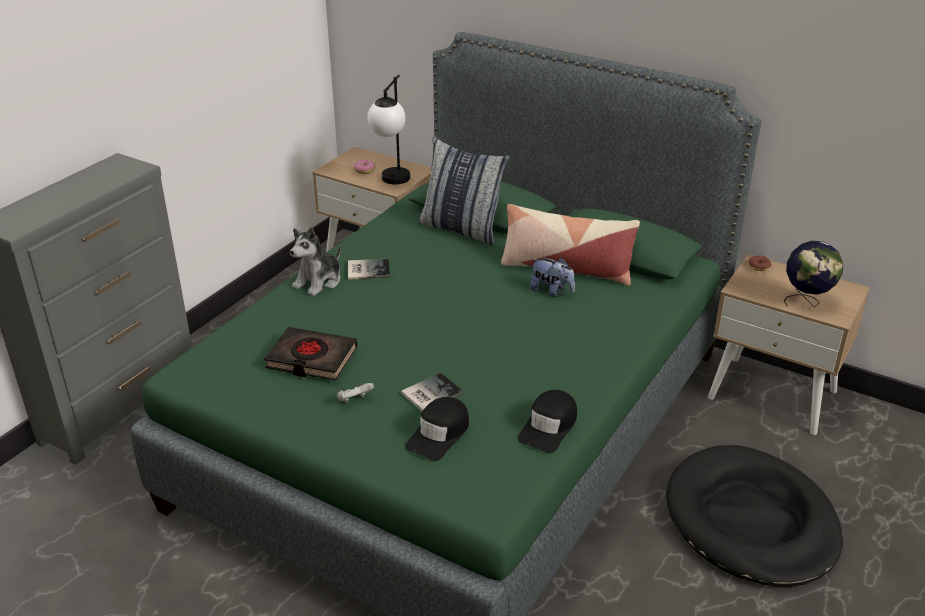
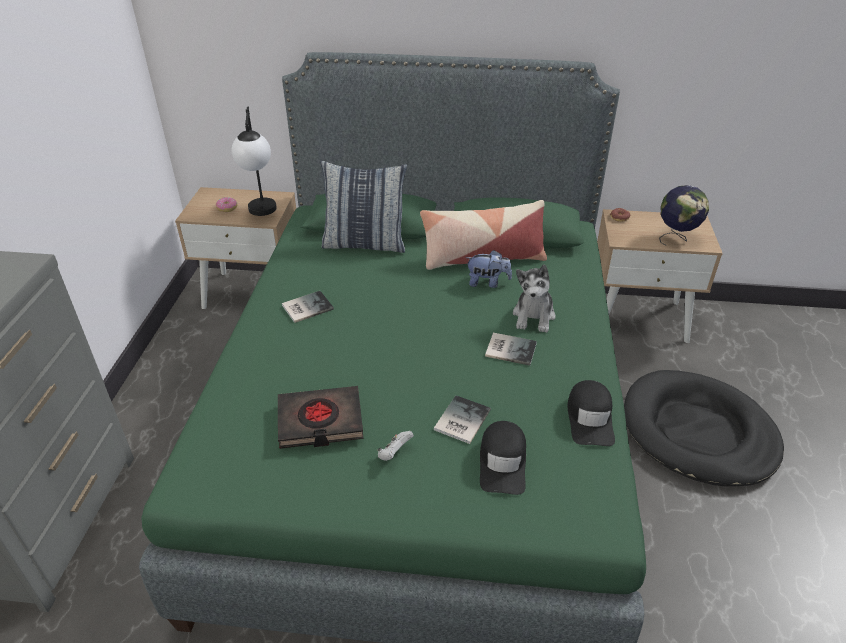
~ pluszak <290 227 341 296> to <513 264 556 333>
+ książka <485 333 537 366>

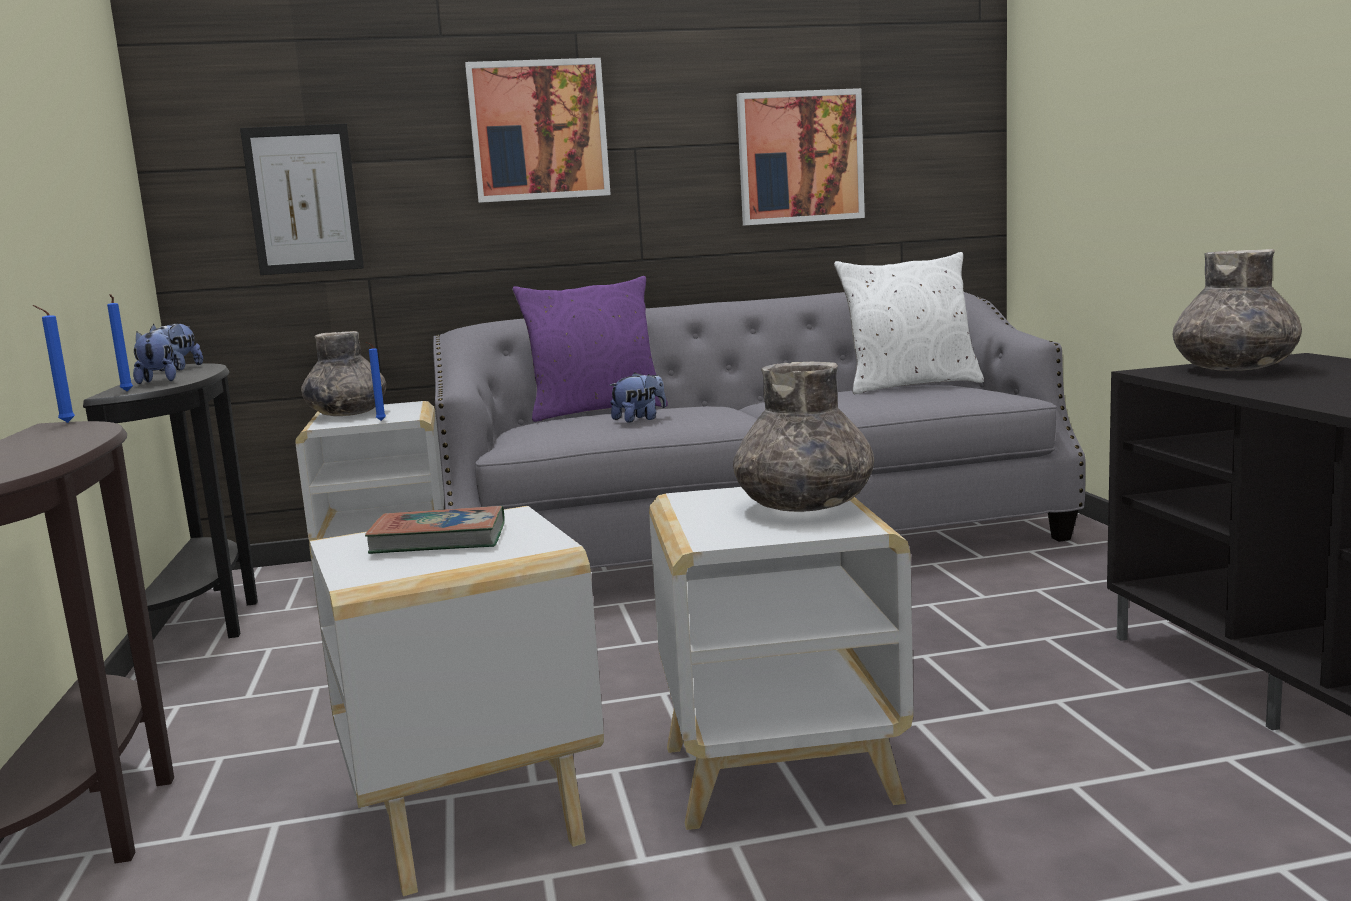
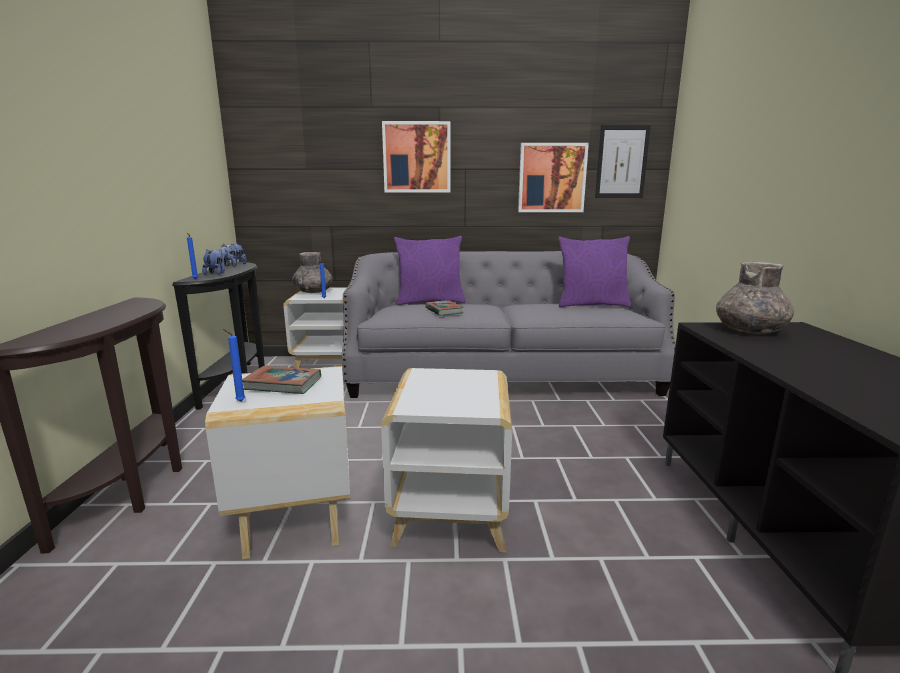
~ świeca [niebieski] <33 305 75 423> to <223 329 245 402>
~ obraz <240 124 364 275> to <595 125 651 198>
~ pluszak <609 372 666 423> to książka <425 300 464 316>
- wazon [szary] <733 362 874 512>
~ poduszka [biały] <834 252 984 394> to poduszka [fioletowy] <558 236 632 307>

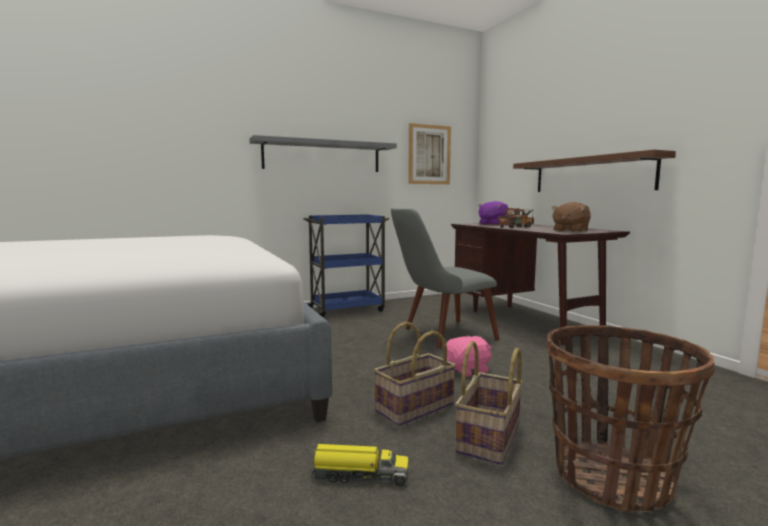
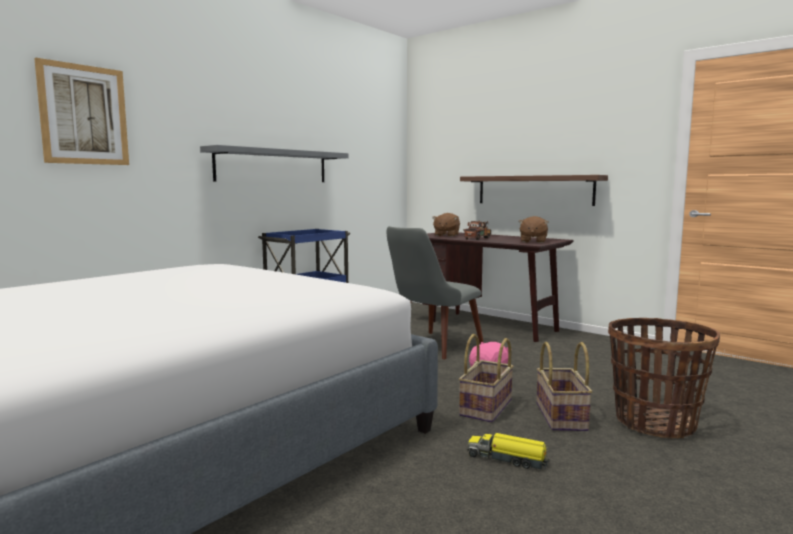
~ ciężarówka zabawkowa <311 444 408 486> = <467 433 550 469> 135 degrees counterclockwise
~ obraz <408 123 451 184> to <34 58 129 165>
~ pluszak [fioletowy] <478 201 508 225> to pluszak [brązowy] <432 213 460 237>

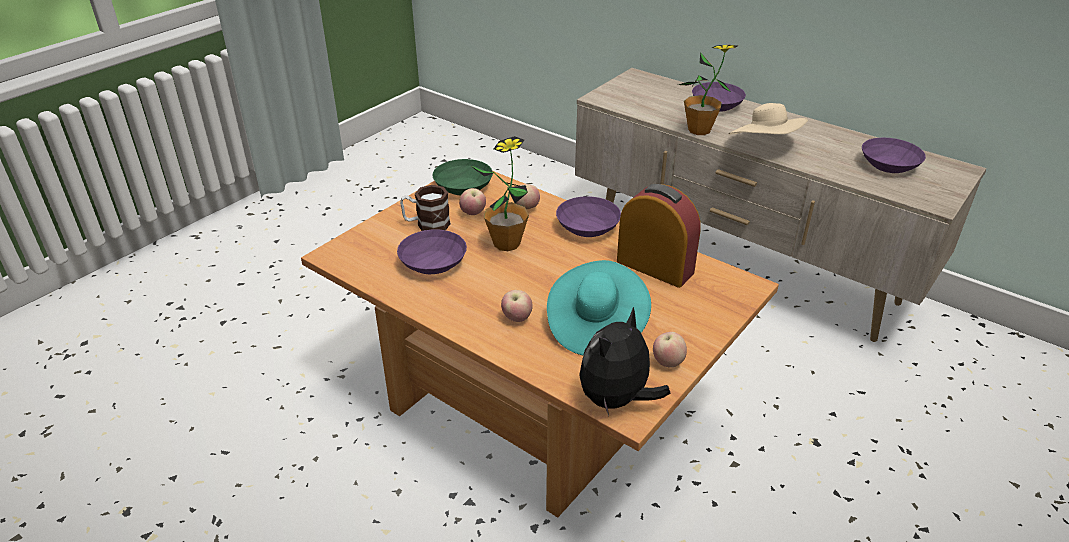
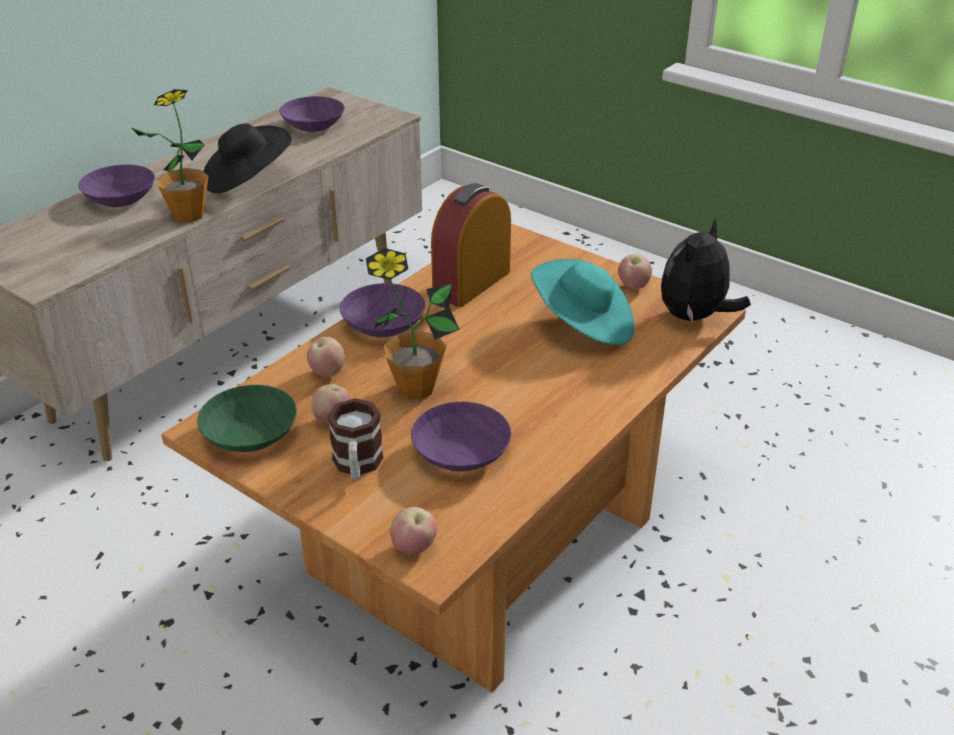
~ jabłko <501 290 533 322> to <390 507 437 555>
~ pluszak <579 307 670 416> = <661 219 751 323> 90 degrees clockwise
~ kapelusz [beżowy] <728 103 808 135> to kapelusz [czarny] <203 123 292 193>

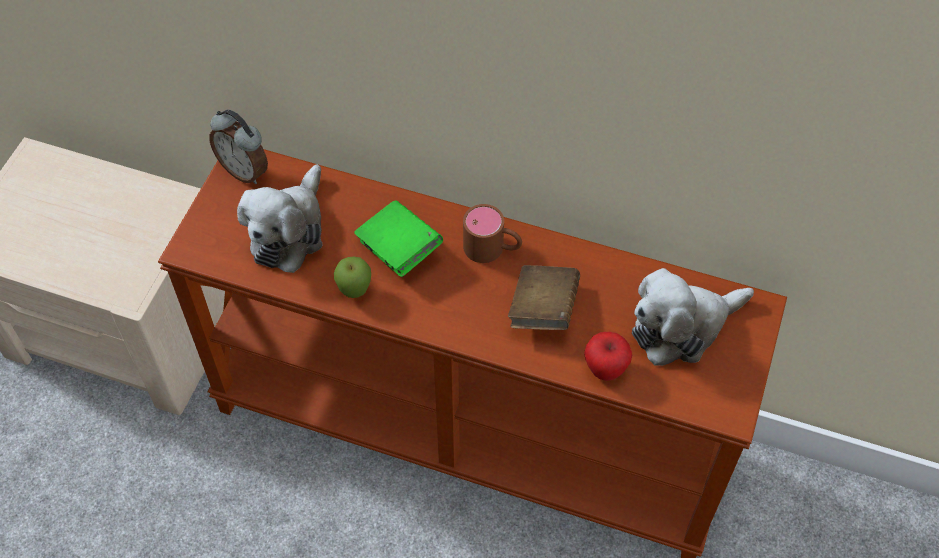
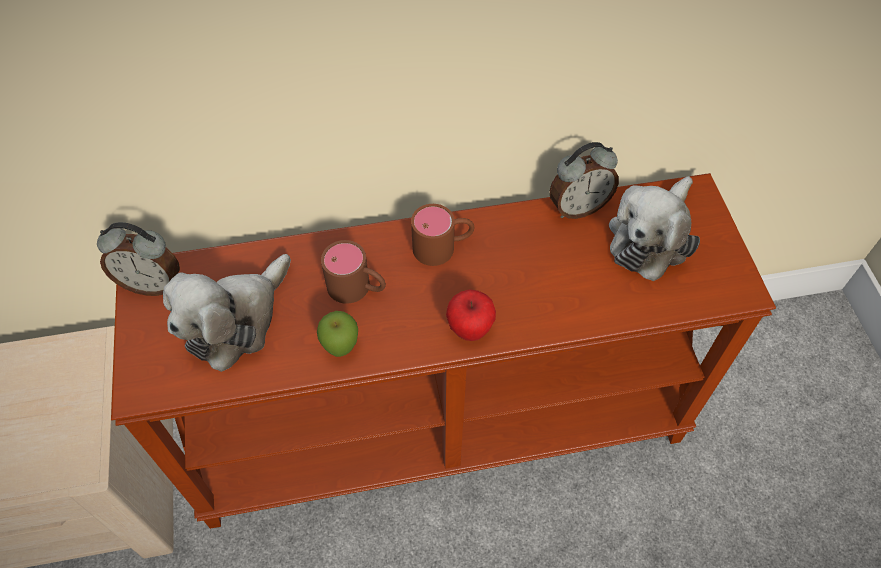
~ pluszak <237 164 322 273> = <163 254 291 372> 45 degrees clockwise
~ książka [zielony] <354 200 443 277> to kubek [brązowy] <321 240 386 304>
- książka [brązowy] <508 265 580 330>
~ jabłko <584 332 632 381> to <446 289 496 341>
+ budzik <549 142 619 219>

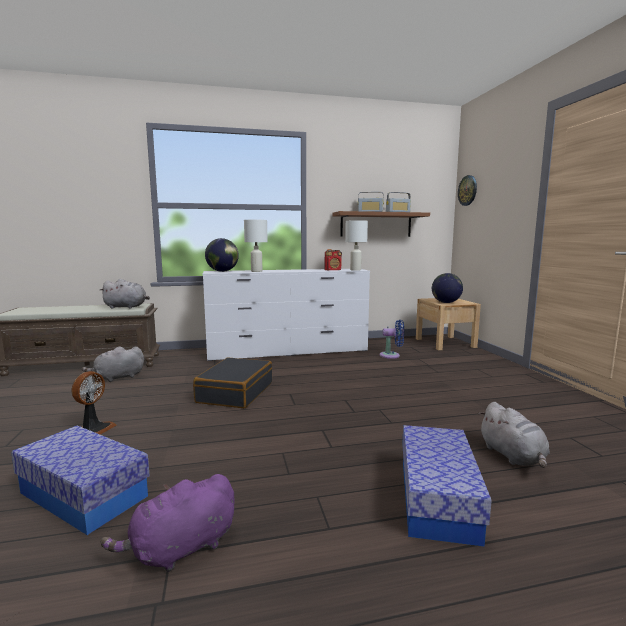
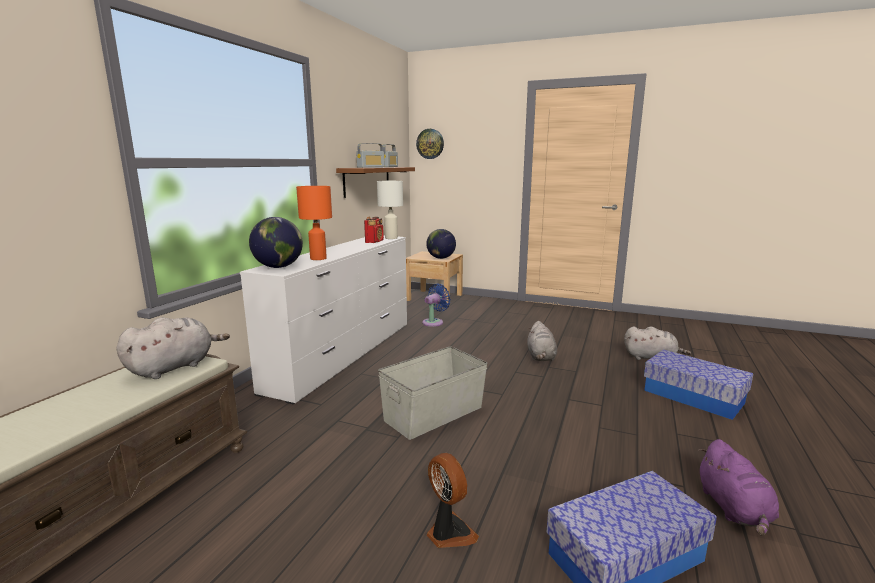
~ pluszak [szary] <82 346 144 382> to <527 321 557 361>
~ walizka [czarny] <193 357 272 408> to pojemnik do przechowywania [szary] <378 346 488 440>
~ lampa stołowa [biały] <244 220 268 272> to lampa stołowa [pomarańczowy] <296 186 332 260>

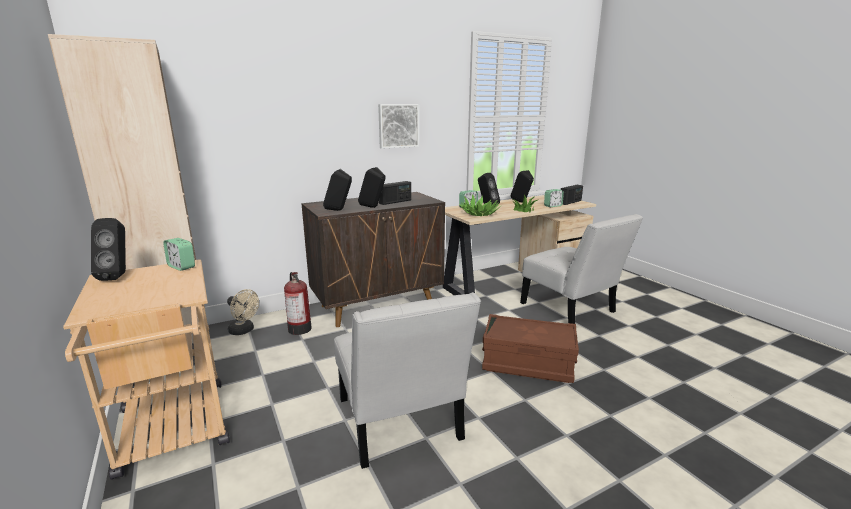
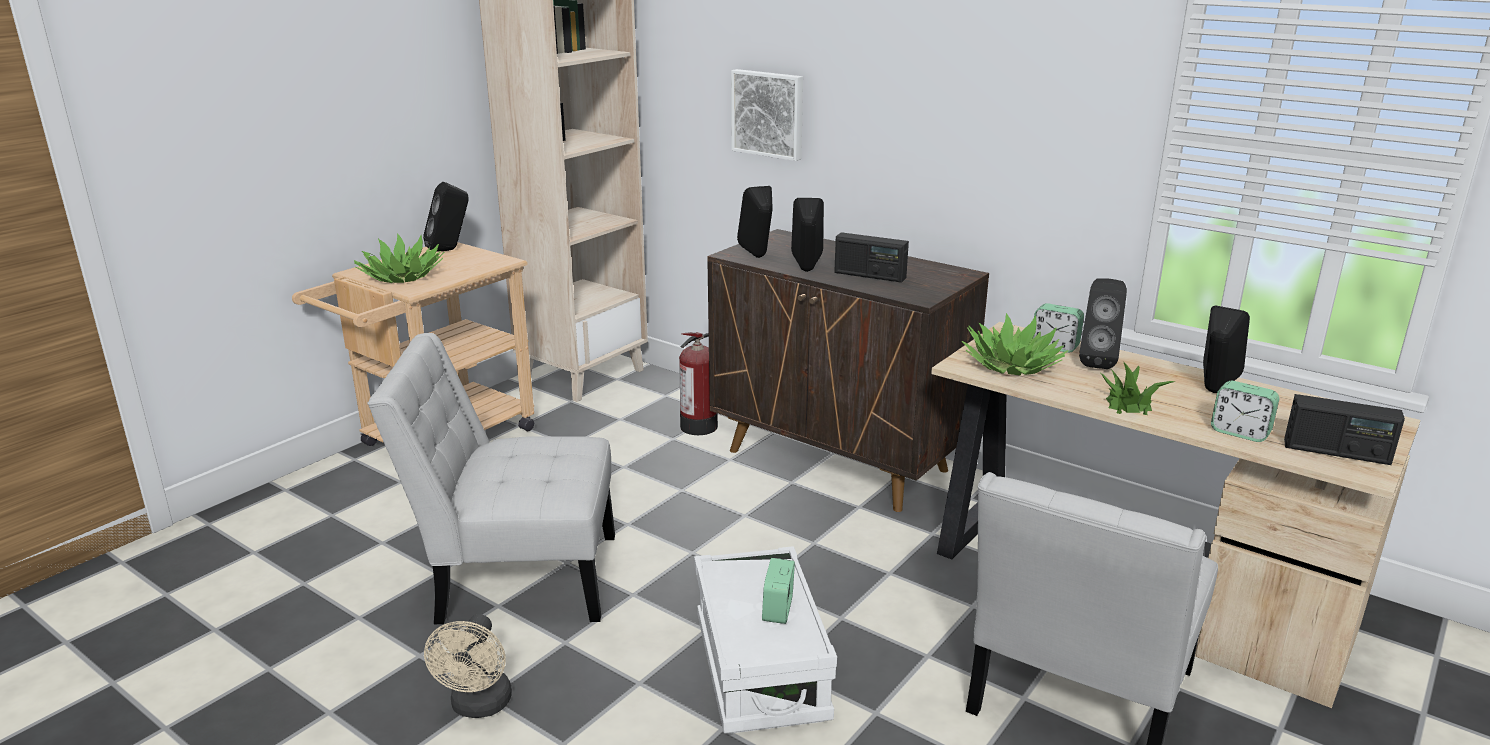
~ budzik <163 238 195 271> to <762 558 795 624>
~ wentylator [beżowy] <227 289 259 335> to <424 614 512 718>
~ krzesło [biały] <334 292 481 469> = <368 333 615 624> 45 degrees clockwise
~ obraz <378 104 419 148> to <731 69 803 161>
~ pojemnik do przechowywania [brązowy] <482 314 579 383> to pojemnik do przechowywania [biały] <694 546 837 734>
+ roślina doniczkowa <354 233 444 283>

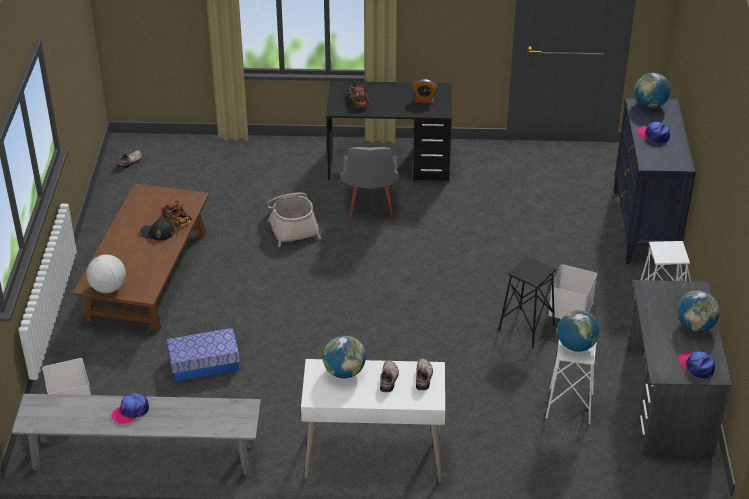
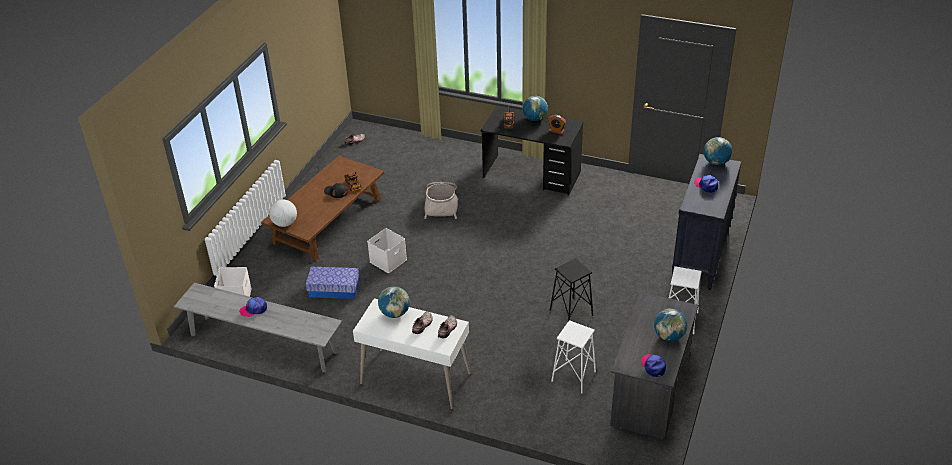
- krzesło [szary] <341 147 399 218>
~ pojemnik do przechowywania [biały] <548 264 597 319> to <367 228 407 273>
~ globus <557 310 599 352> to <523 96 548 121>

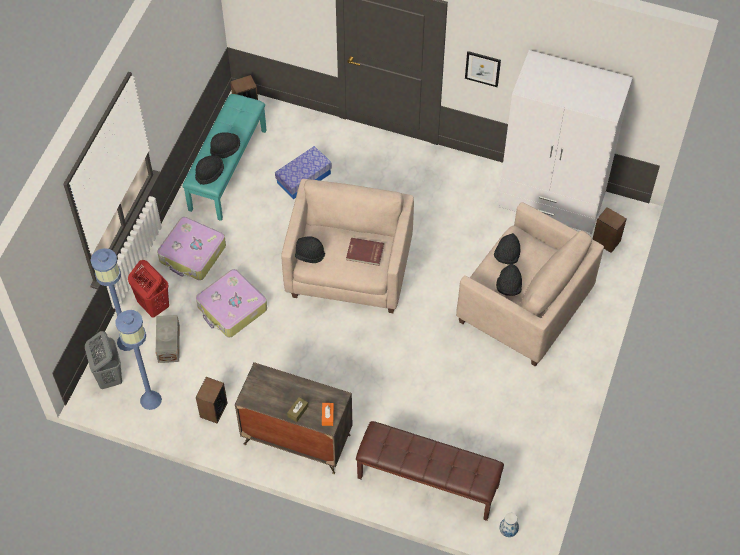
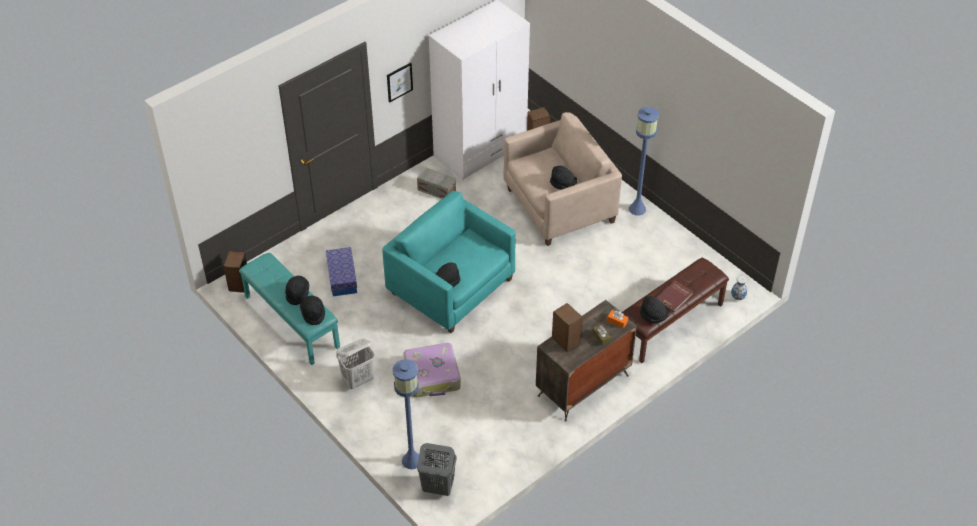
~ lampa stojąca [niebieski] <116 310 162 410> to <629 107 659 215>
- kosz na pranie [czerwony] <128 260 169 318>
~ pojemnik do przechowywania [szary] <156 315 180 363> to <417 167 456 199>
~ walizka <157 217 226 280> to kosz na pranie [biały] <336 338 375 389>
~ głośnik <196 377 227 423> to <552 303 583 352>
~ fotel [beżowy] <281 179 414 313> to fotel [turkusowy] <382 191 516 333>
~ książka [czerwony] <346 238 384 266> to <657 281 693 312>
~ kapelusz [czarny] <494 233 521 265> to <640 296 669 323>

